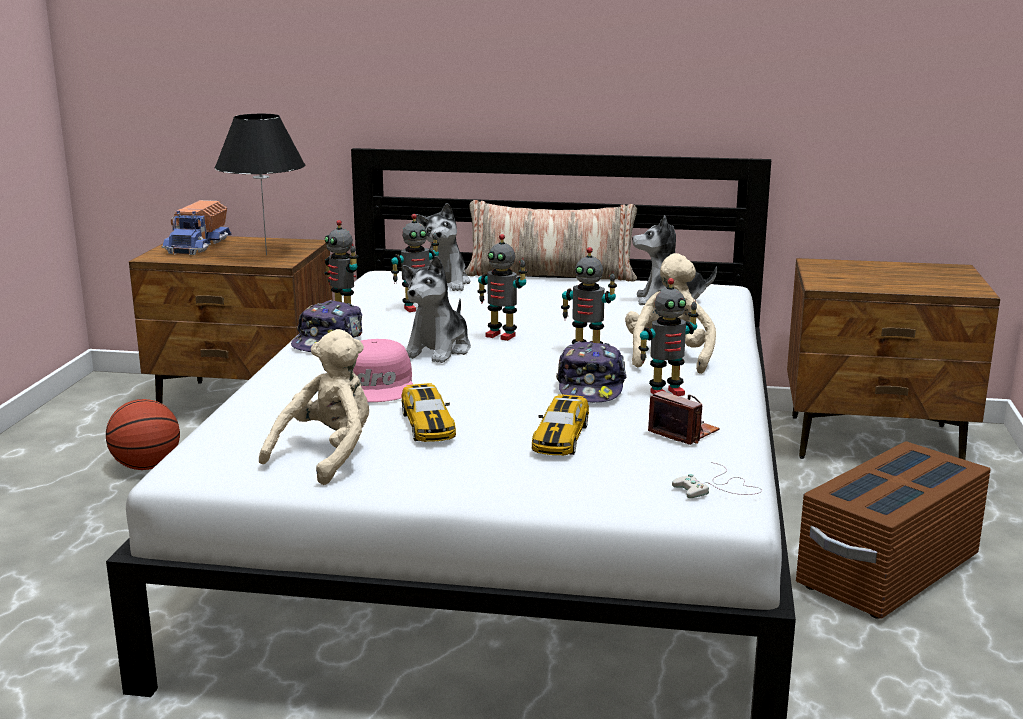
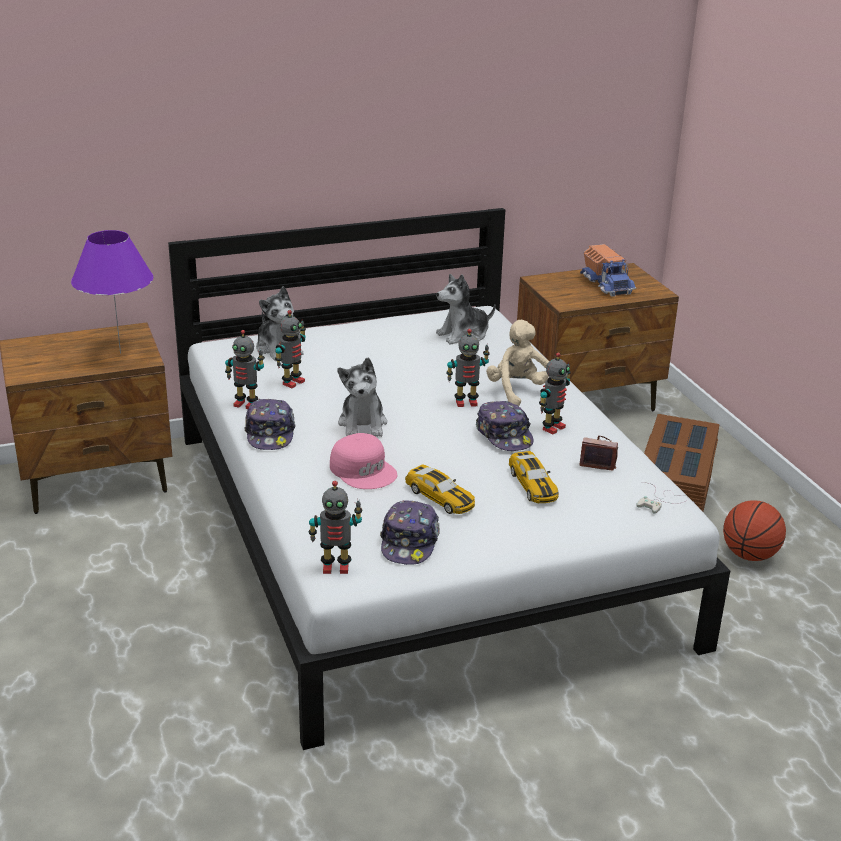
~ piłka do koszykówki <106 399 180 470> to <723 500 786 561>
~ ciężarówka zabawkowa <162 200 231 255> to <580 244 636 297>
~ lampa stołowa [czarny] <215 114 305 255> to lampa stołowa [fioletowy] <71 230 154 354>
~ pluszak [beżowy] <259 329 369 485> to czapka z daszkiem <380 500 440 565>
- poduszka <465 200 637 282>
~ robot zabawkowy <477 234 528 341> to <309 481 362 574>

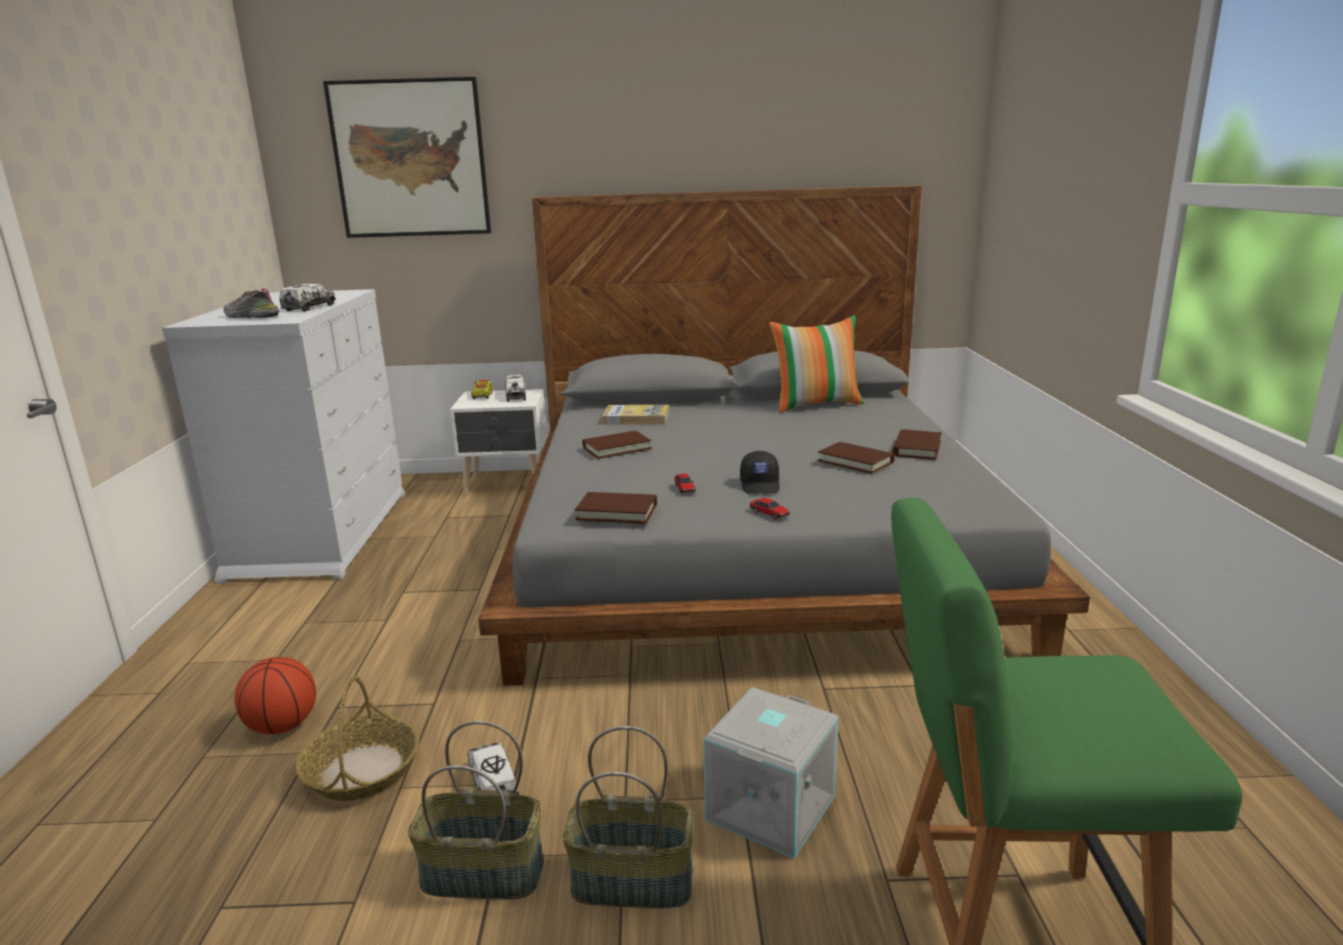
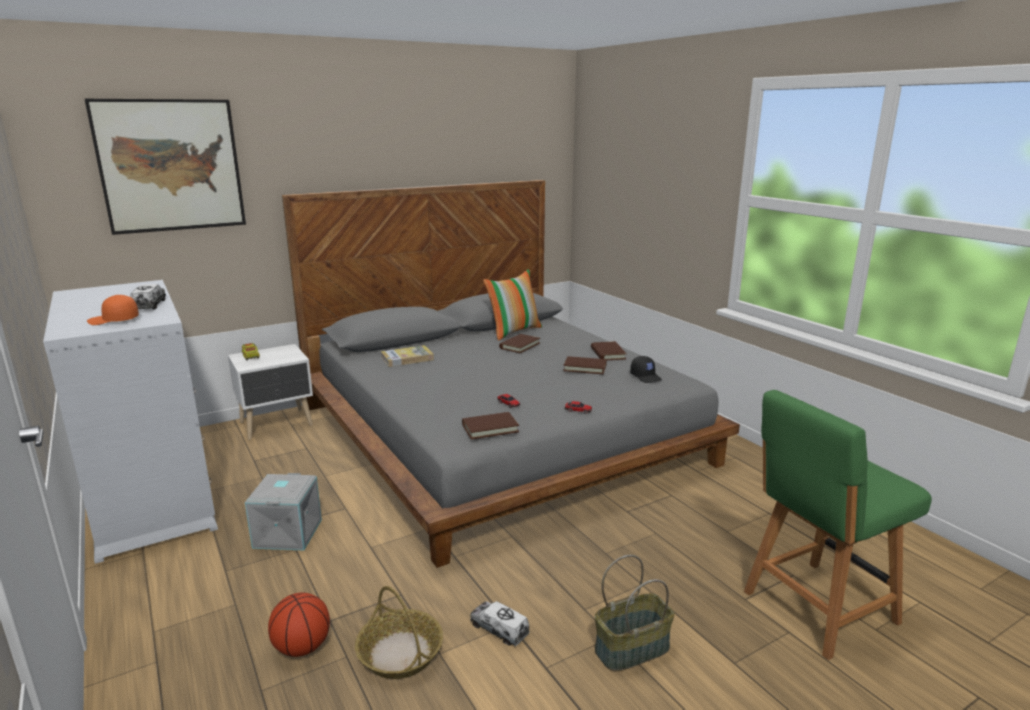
~ but <224 288 279 318> to czapka z daszkiem [pomarańczowy] <87 295 139 325>
- koszyk <408 721 544 900>
- ciężarówka zabawkowa <506 374 526 402>
~ książka [brązowy] <582 431 652 459> to <499 334 540 353>
~ pojemnik do przechowywania [szary] <703 687 839 859> to <245 473 322 550>
~ czapka z daszkiem [czarny] <740 451 780 494> to <630 356 662 383>

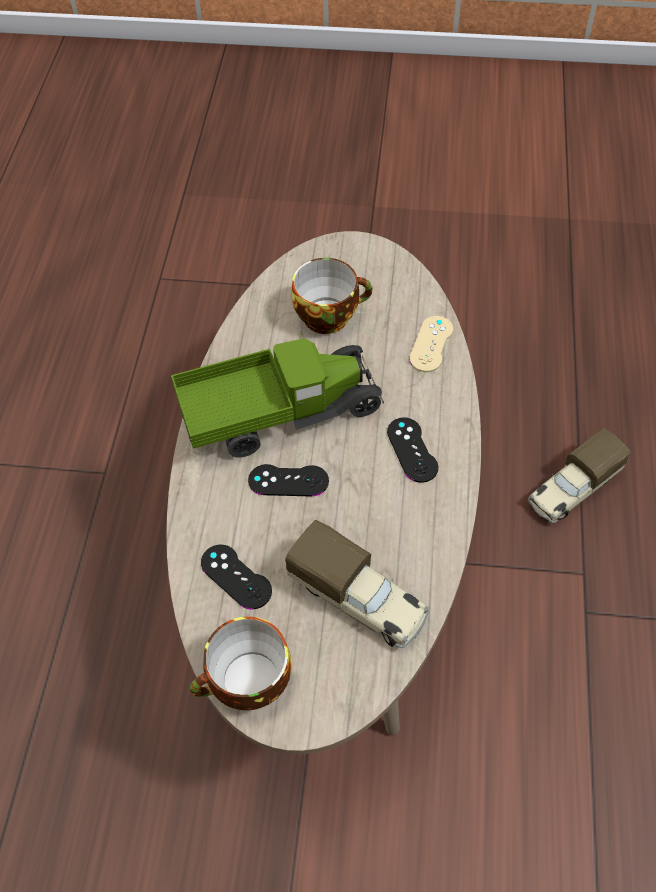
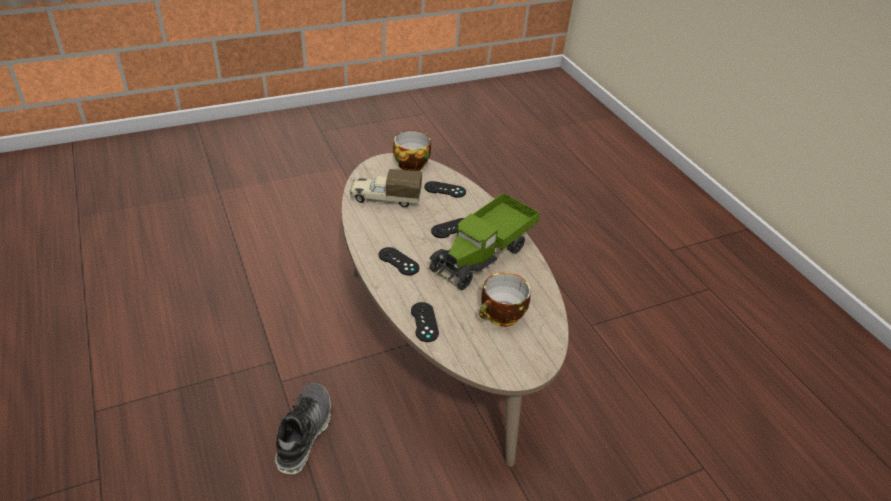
~ pad do gier [beżowy] <409 316 453 372> to pad do gier [czarny] <411 302 439 342>
~ ciężarówka zabawkowa <528 428 631 523> to but <275 383 331 474>

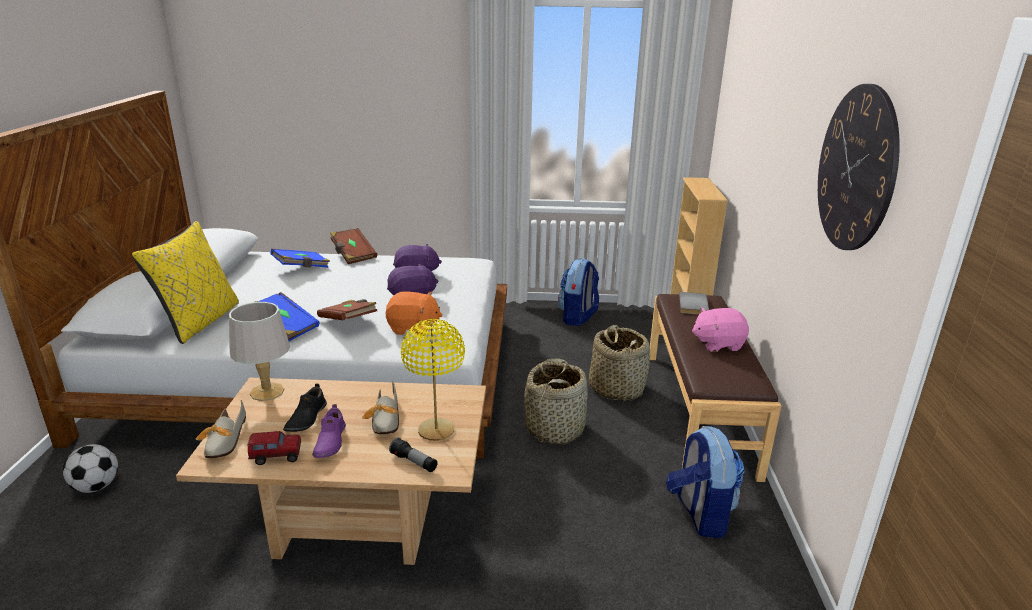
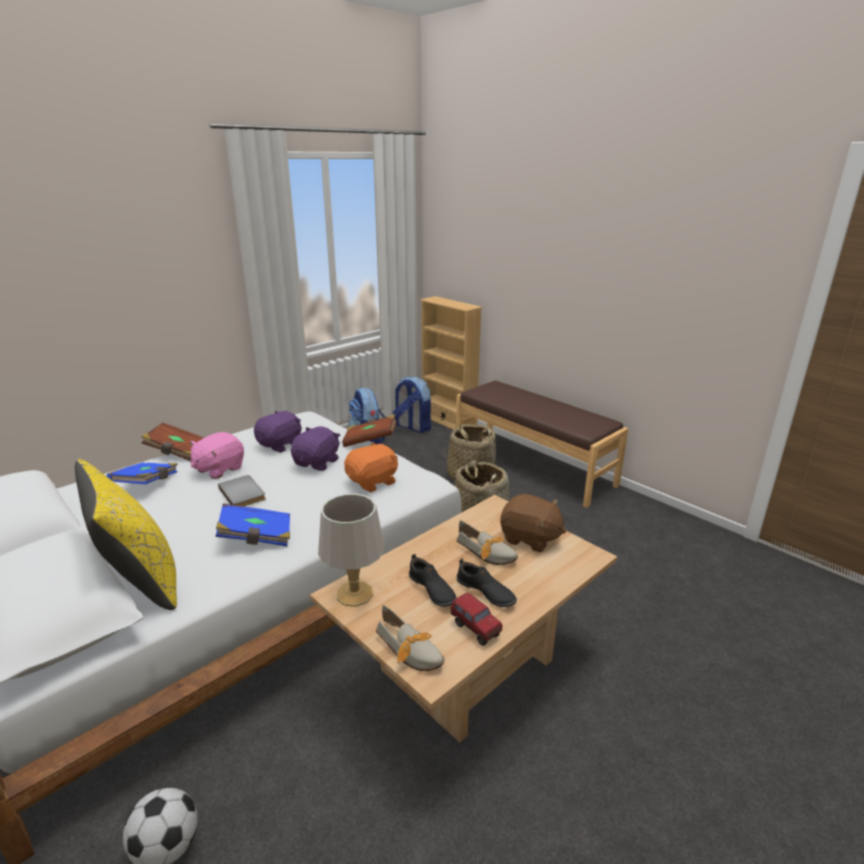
~ ciężarówka zabawkowa <247 431 301 465> = <451 593 503 646> 105 degrees clockwise
~ but [fioletowy] <312 404 346 458> to but [czarny] <457 558 517 607>
~ książka [brązowy] <317 299 377 320> to <342 414 397 447>
- latarka <389 438 437 472>
~ lampa stołowa [żółty] <401 319 465 441> to pluszak [brązowy] <500 494 566 552>
~ plecak <666 426 745 538> to <393 377 431 433>
~ książka [szary] <679 292 709 315> to <218 475 266 506>
~ pluszak [różowy] <692 308 749 352> to <190 432 244 479>
- zegar ścienny <818 84 900 250>

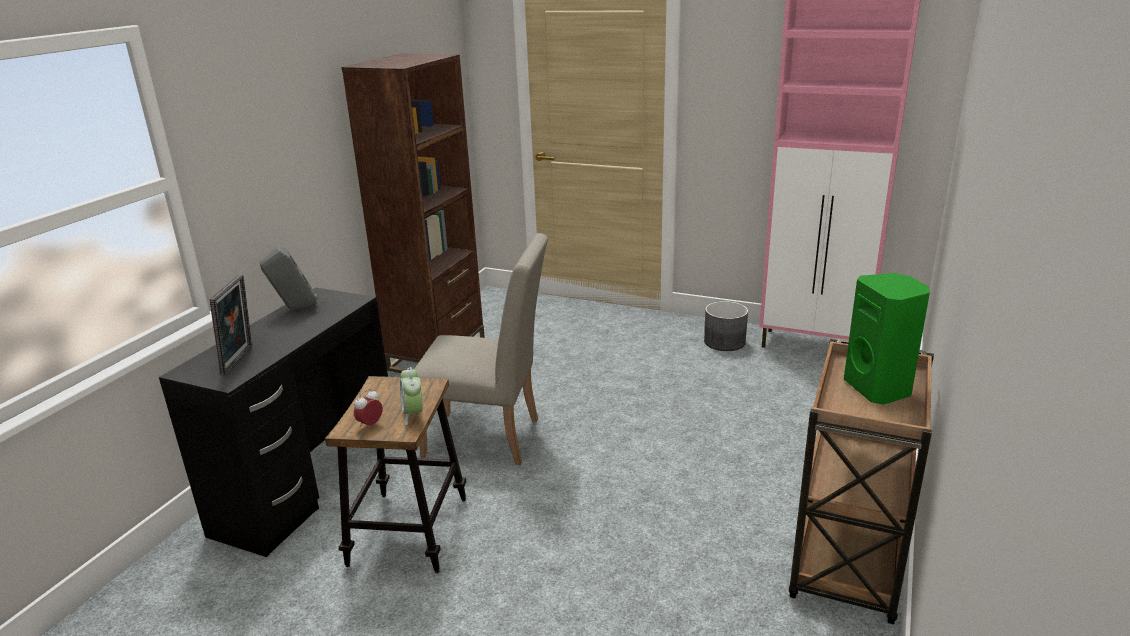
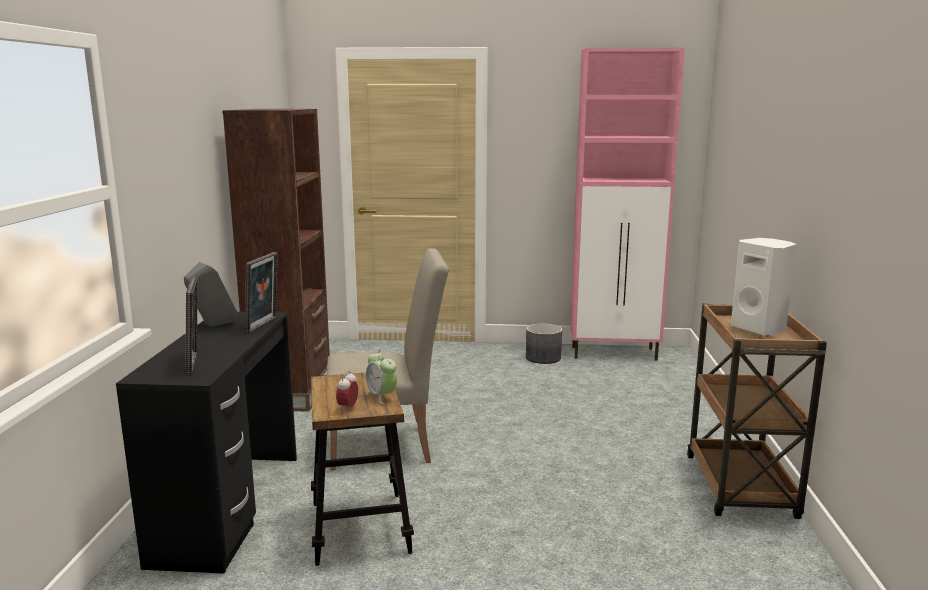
~ głośnik [zielony] <844 273 930 405> to głośnik [biały] <731 238 797 336>
+ ramka na zdjęcie <245 252 278 333>

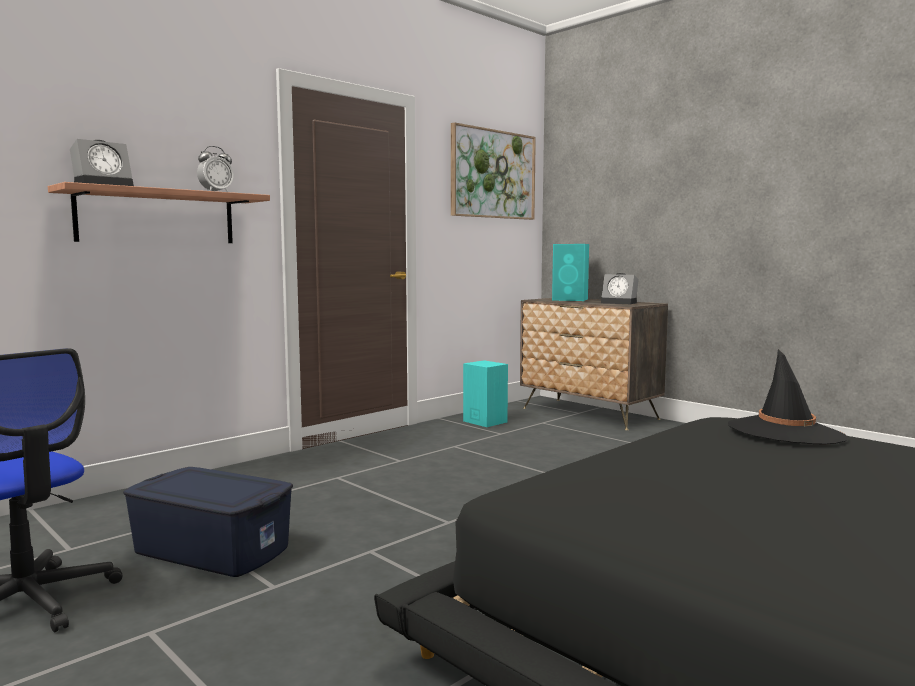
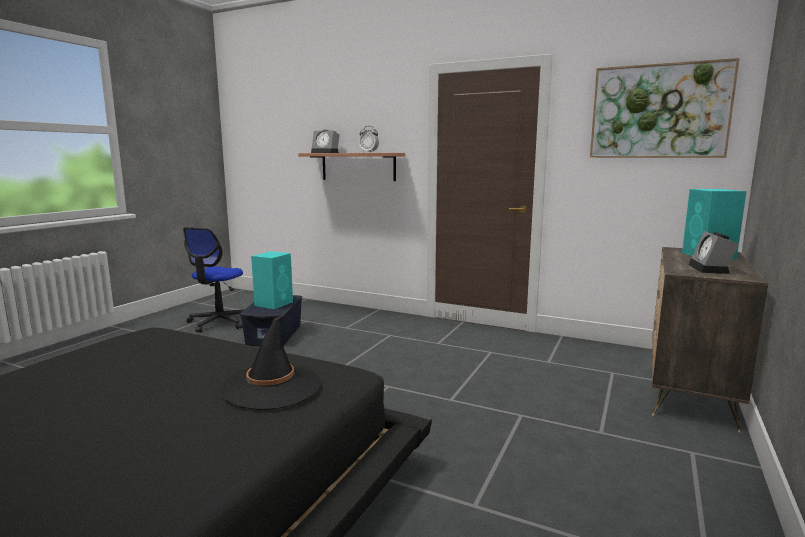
~ głośnik [turkusowy] <463 360 508 427> to <251 251 293 309>

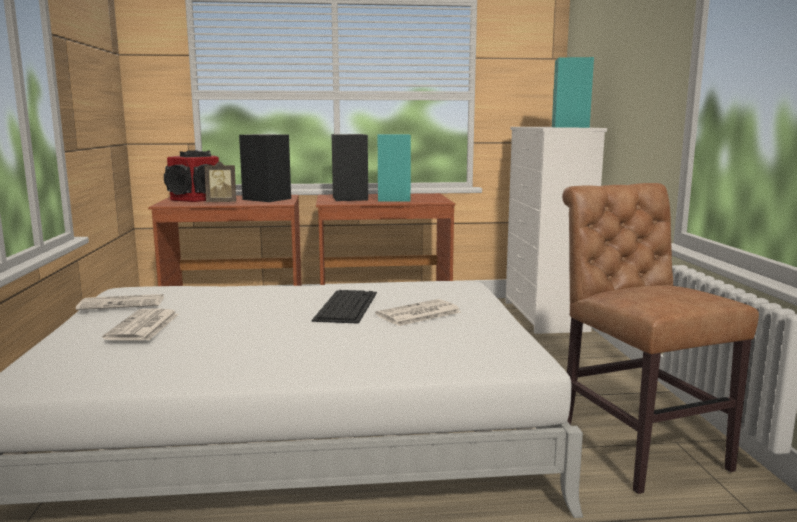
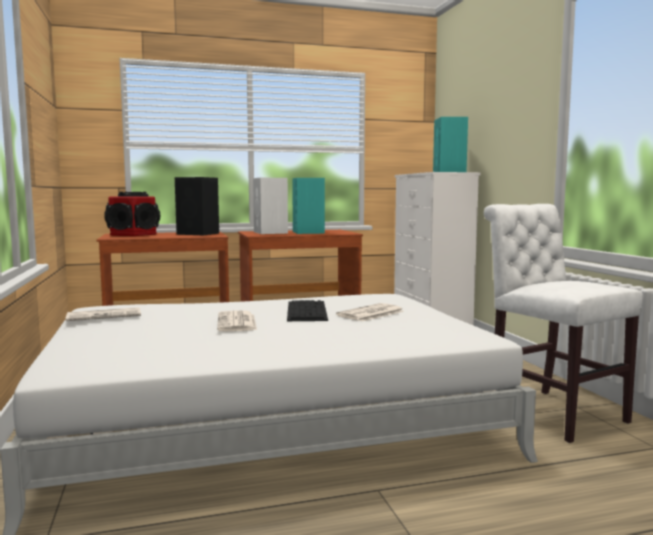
~ gazeta <102 308 179 341> to <217 310 257 331>
- ramka na zdjęcie <205 161 236 202>
~ głośnik [czarny] <332 134 368 201> to głośnik [biały] <253 178 288 234>
~ krzesło [brązowy] <562 183 759 494> to krzesło [biały] <484 204 643 443>

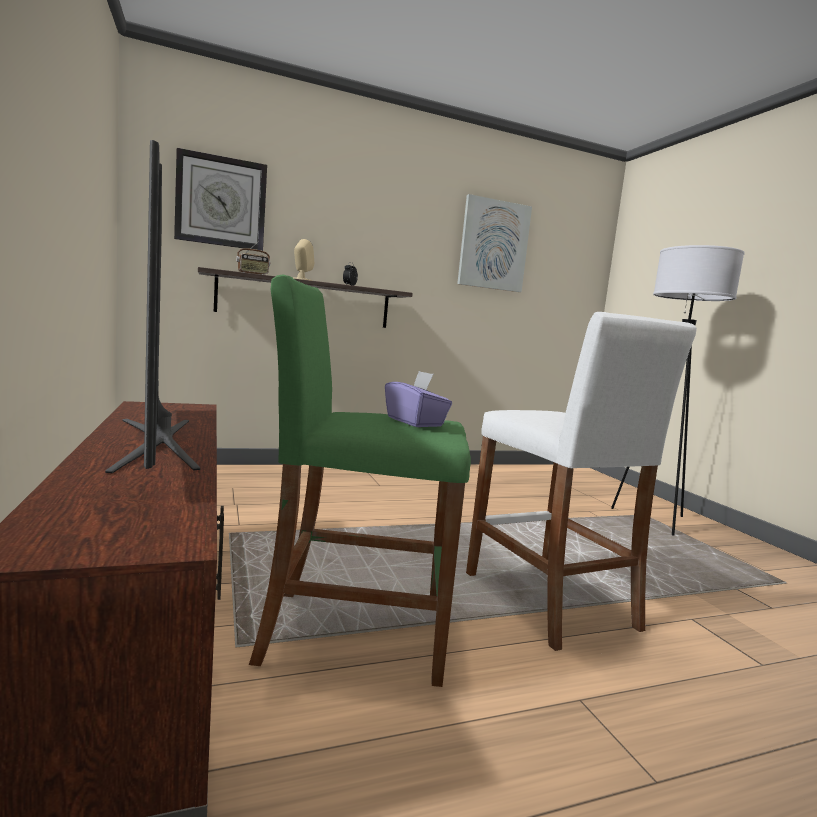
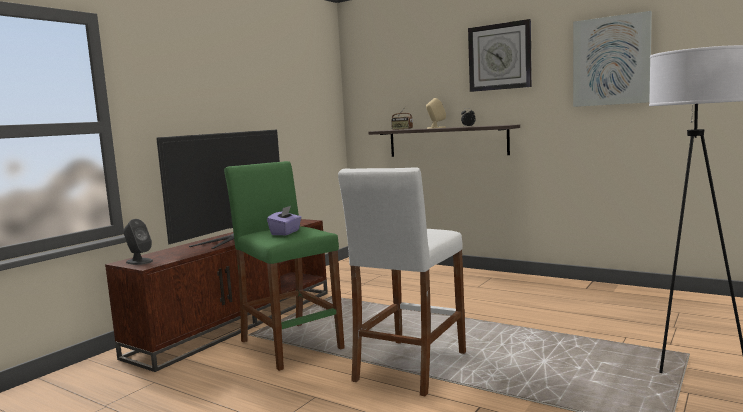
~ zegar ścienny <174 148 267 251> to <468 19 532 92>
+ głośnik [szary] <123 219 153 265>

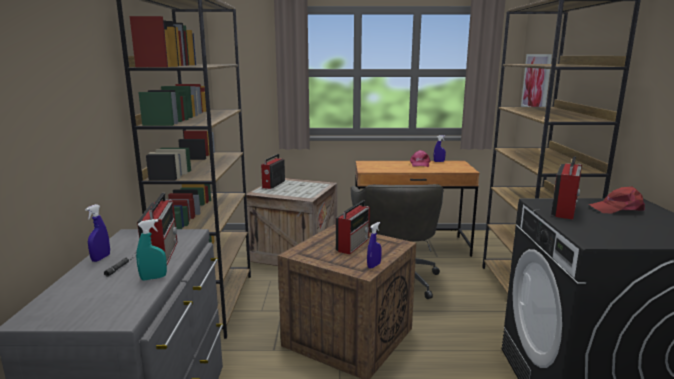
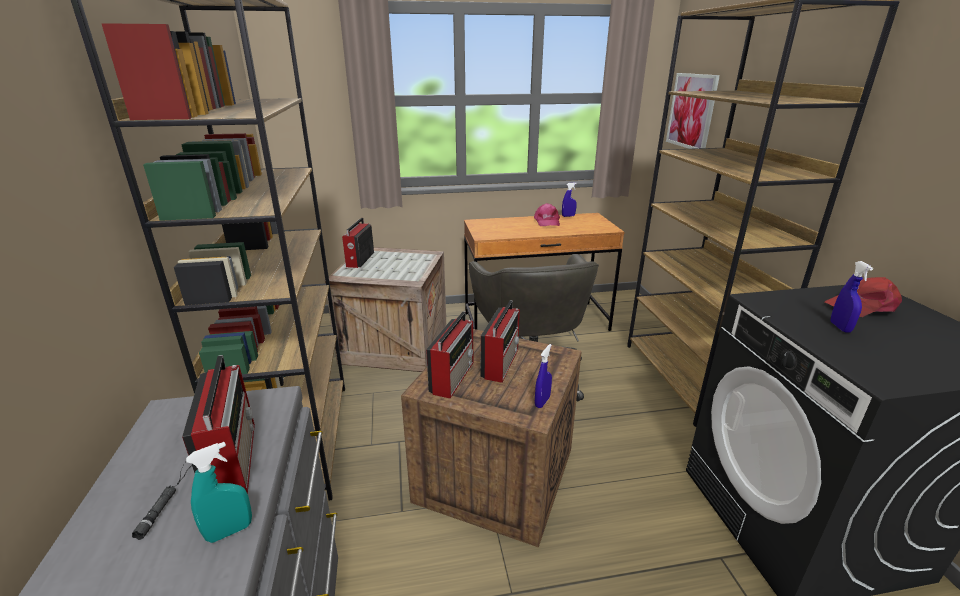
~ spryskiwacz [niebieski] <85 204 110 262> to <830 261 873 333>
~ radio <551 156 582 220> to <426 311 473 399>

